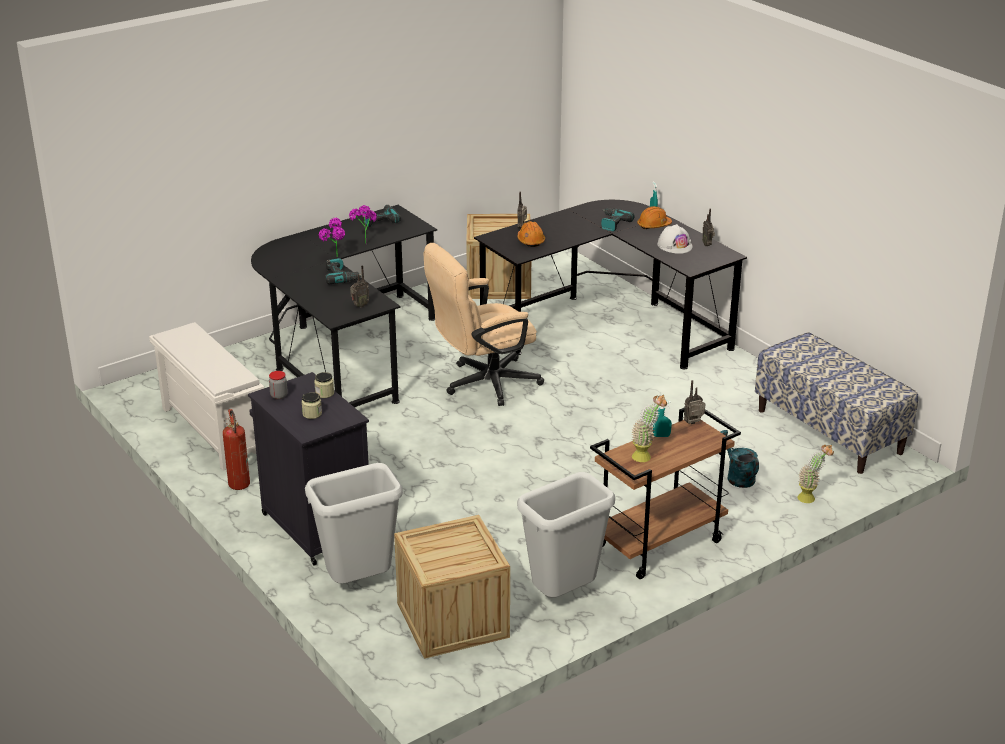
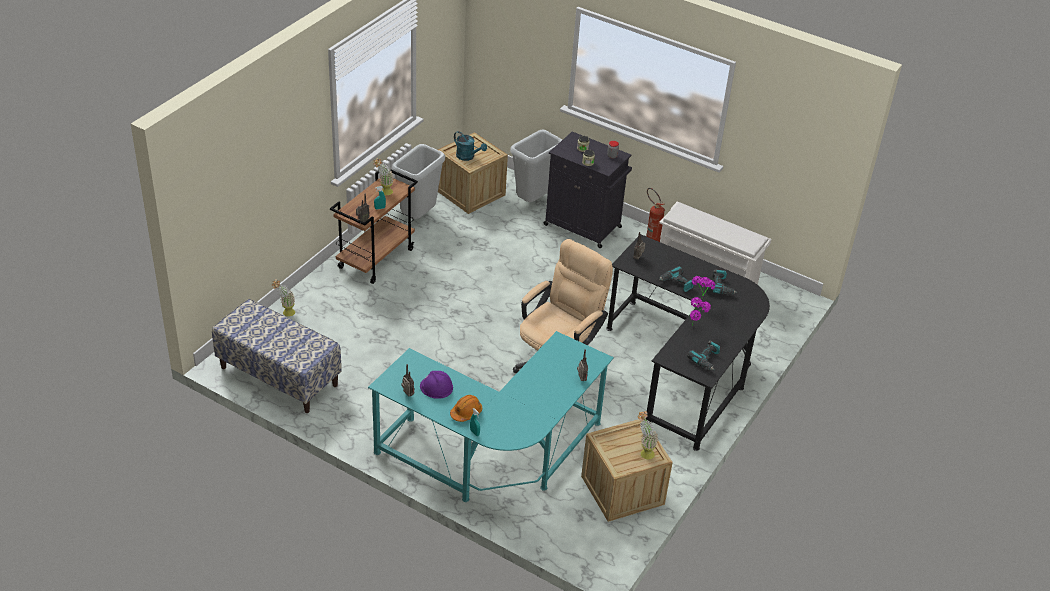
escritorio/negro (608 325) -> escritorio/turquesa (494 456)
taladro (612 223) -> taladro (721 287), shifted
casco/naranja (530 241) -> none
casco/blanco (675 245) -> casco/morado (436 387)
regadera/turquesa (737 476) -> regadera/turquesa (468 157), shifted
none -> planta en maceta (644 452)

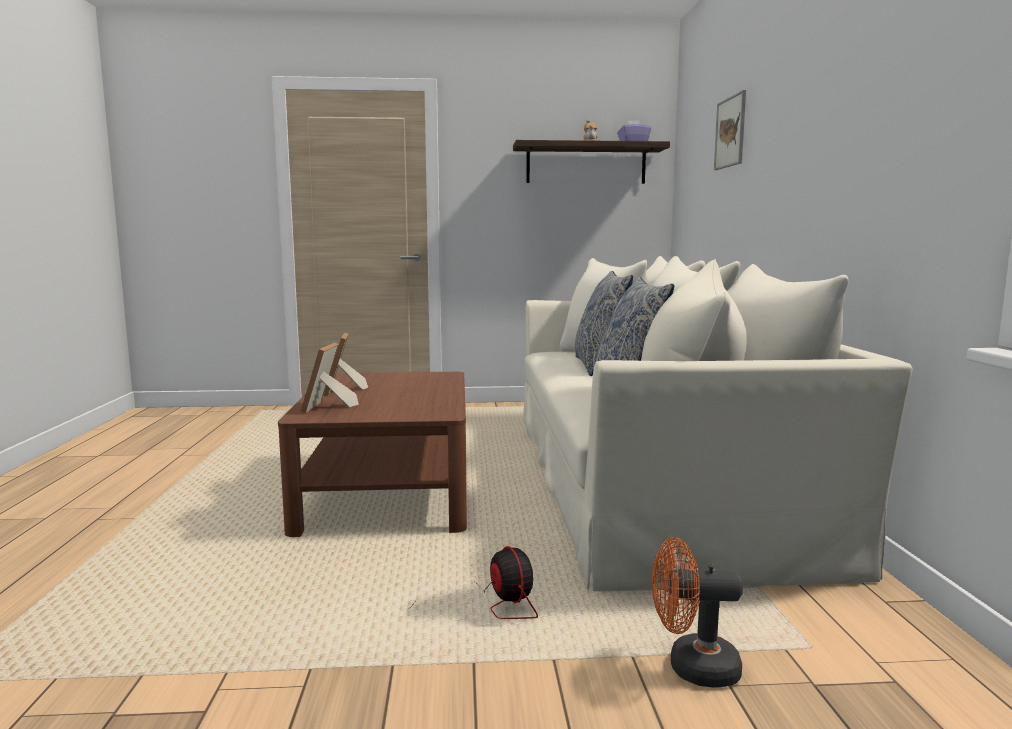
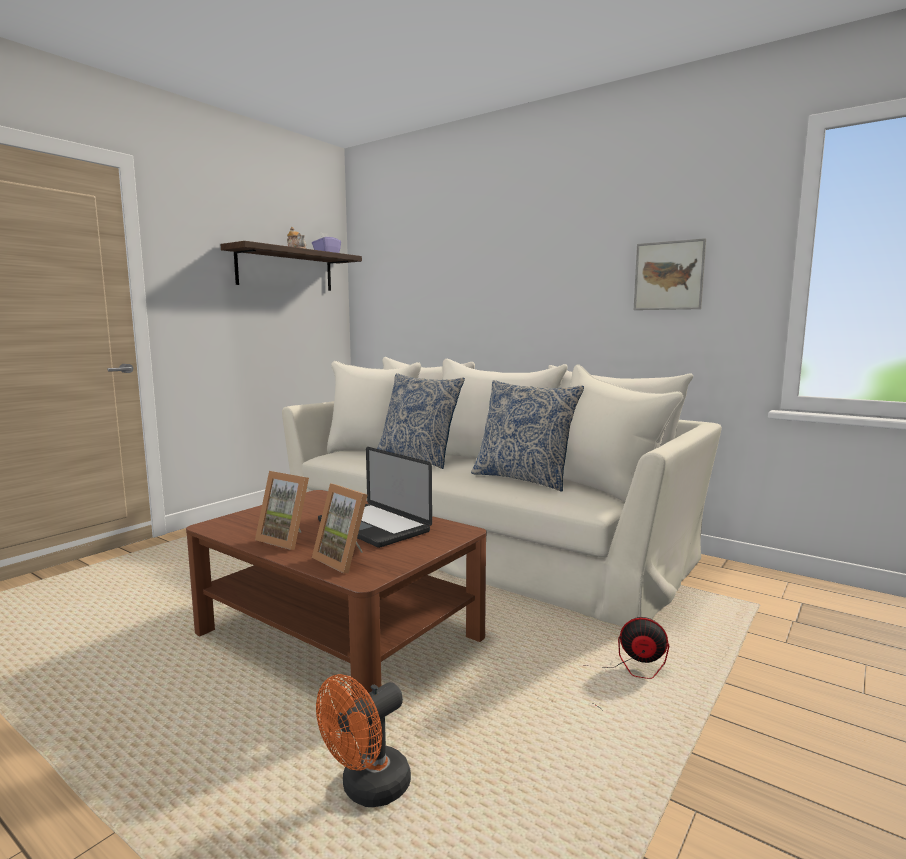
cuadro (730 132) -> cuadro (668 275), shifted
ventilador/naranja (692 668) -> ventilador/naranja (367 789), shifted
none -> portátil (373 526)

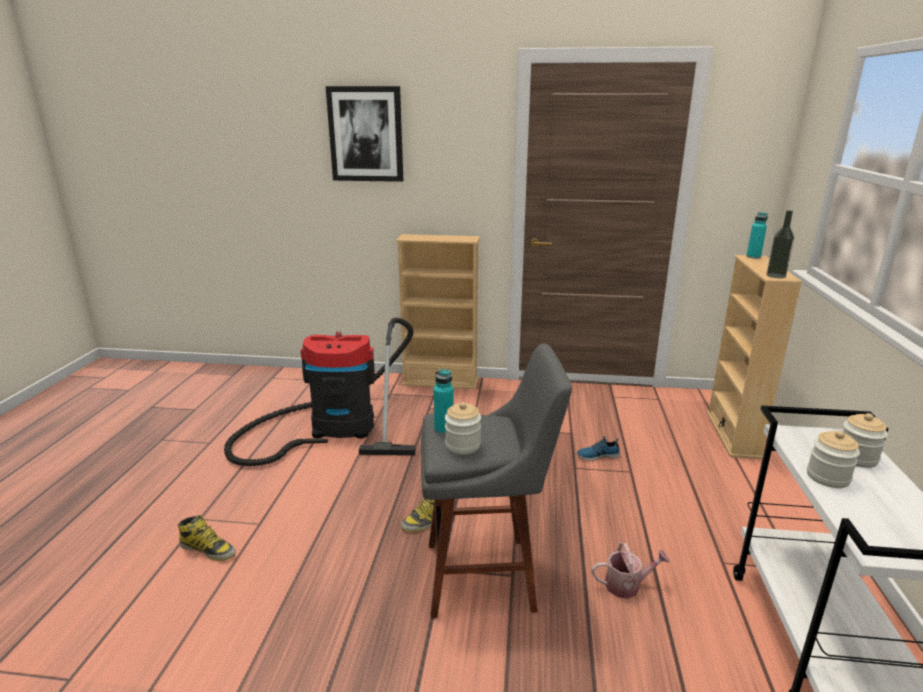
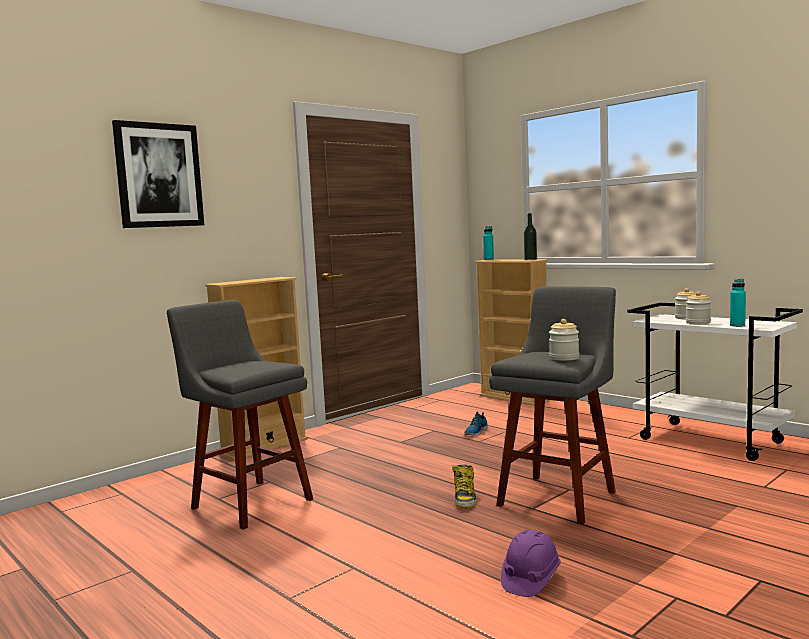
aspiradora (335 427) -> taburete/gris (248 502)
botella/turquesa (444 430) -> botella/turquesa (737 325), shifted
bota (208 549) -> none
regadera (627 585) -> none
none -> casco/morado (530 579)

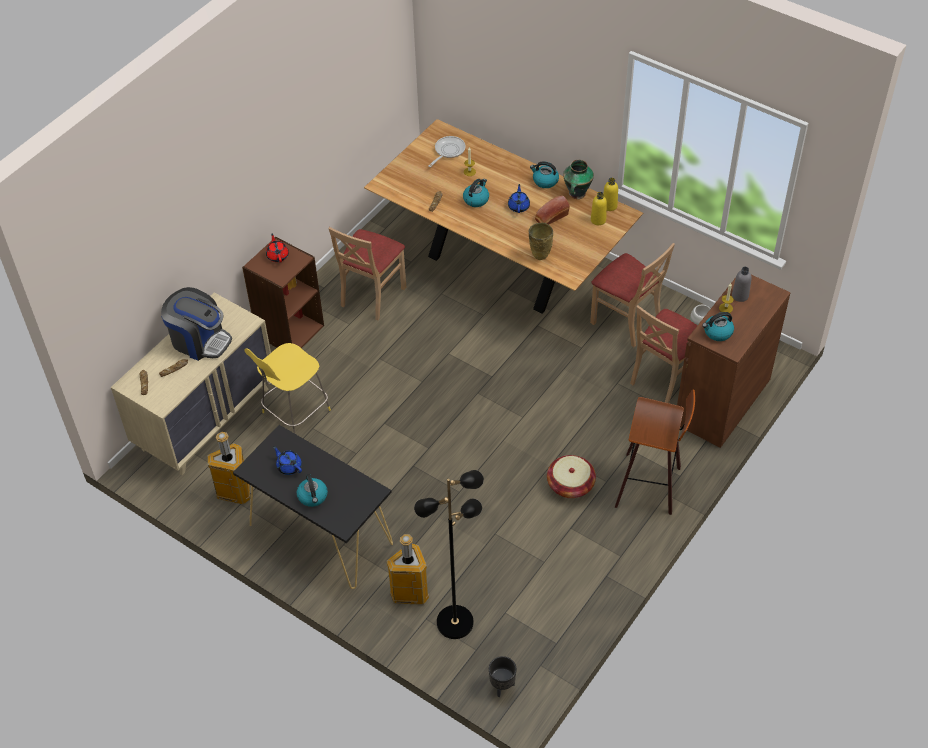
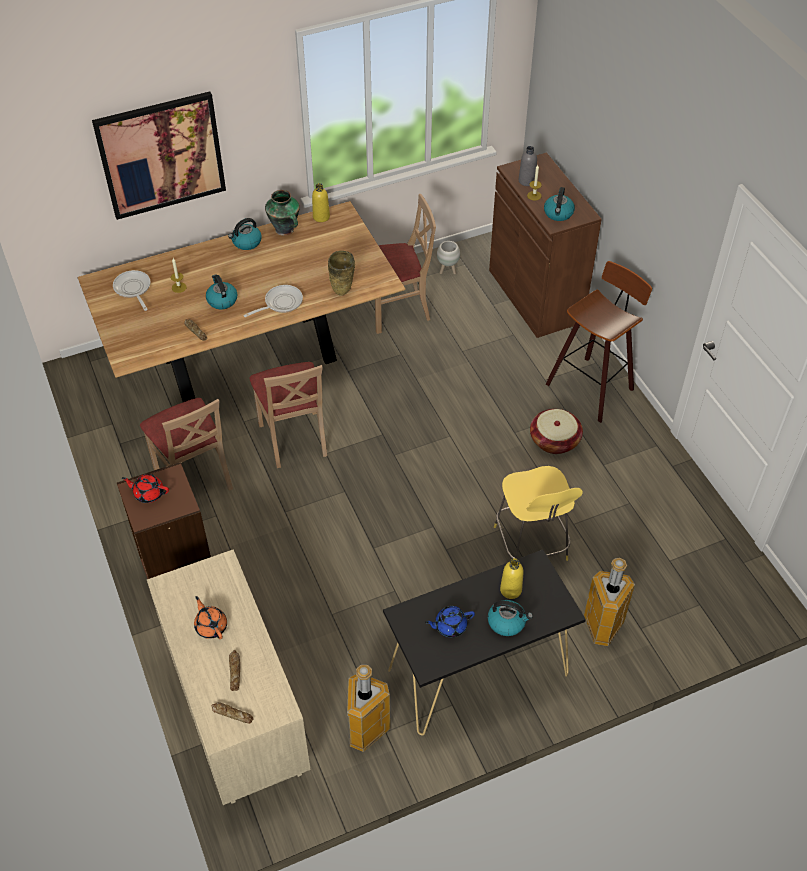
tetera/azul (519 206) -> none
botella/amarillo (598 220) -> botella/amarillo (510 590), shifted
pan (551 217) -> none
cafetera (200 340) -> tetera/naranja (211 626)
silla/beis (664 378) -> silla/beis (294 438), shifted
taburete/amarillo (294 413) -> taburete/amarillo (531 545), shifted
lámpara de pie/negro (455 621) -> none
maceta/negro (502 686) -> none
none -> cuadro (161 155)
none -> sartén (280 303)

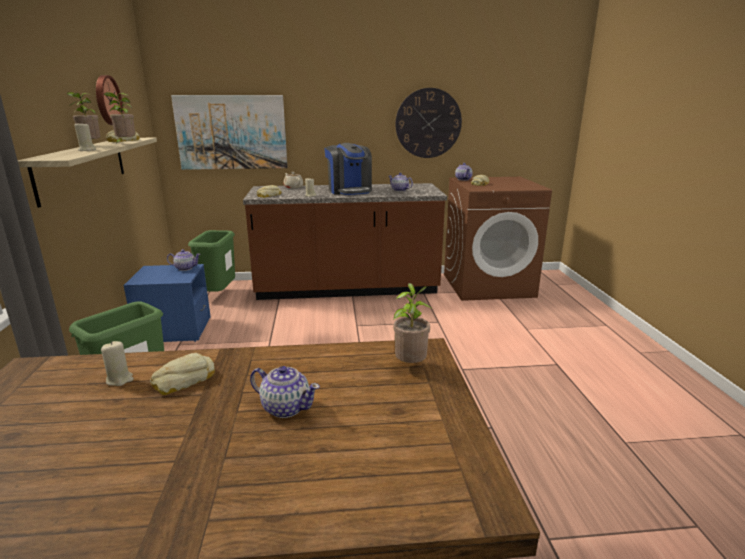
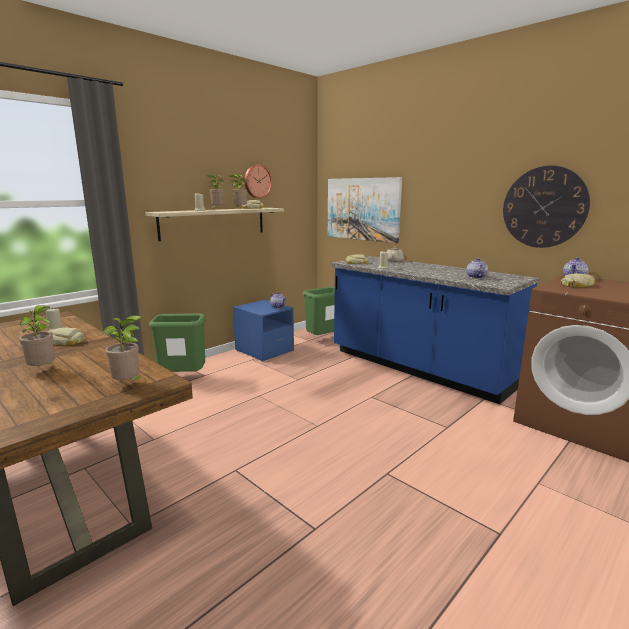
cafetera (349 191) -> none
mueble bajo de cocina/marrón (347 289) -> mueble bajo de cocina/azul (418 368)
tetera (285 407) -> planta en maceta (44 370)

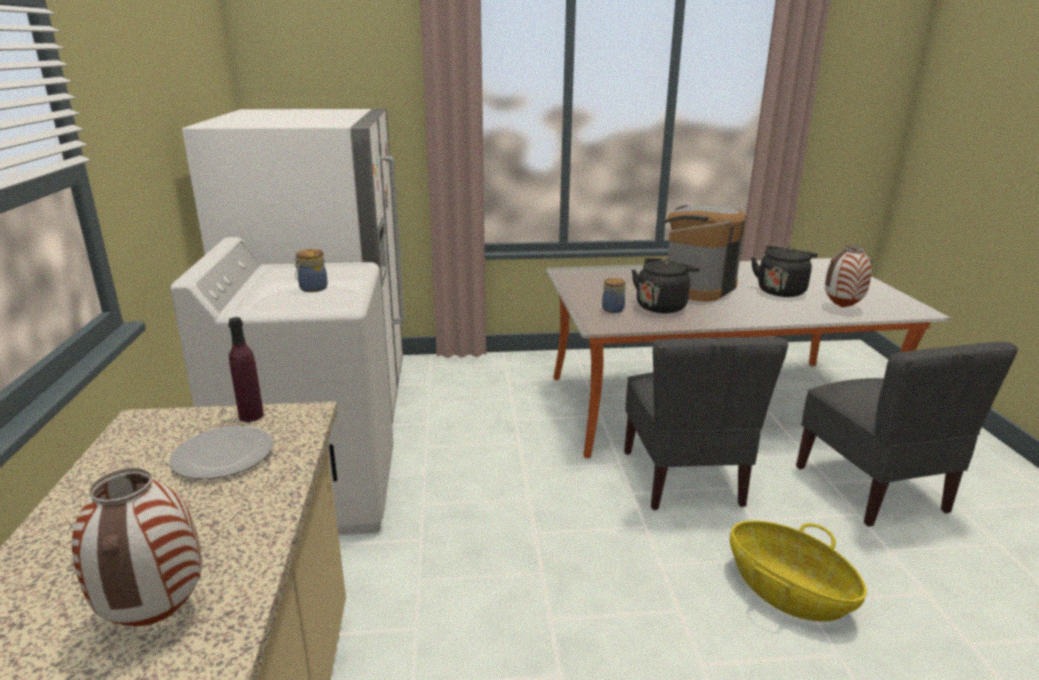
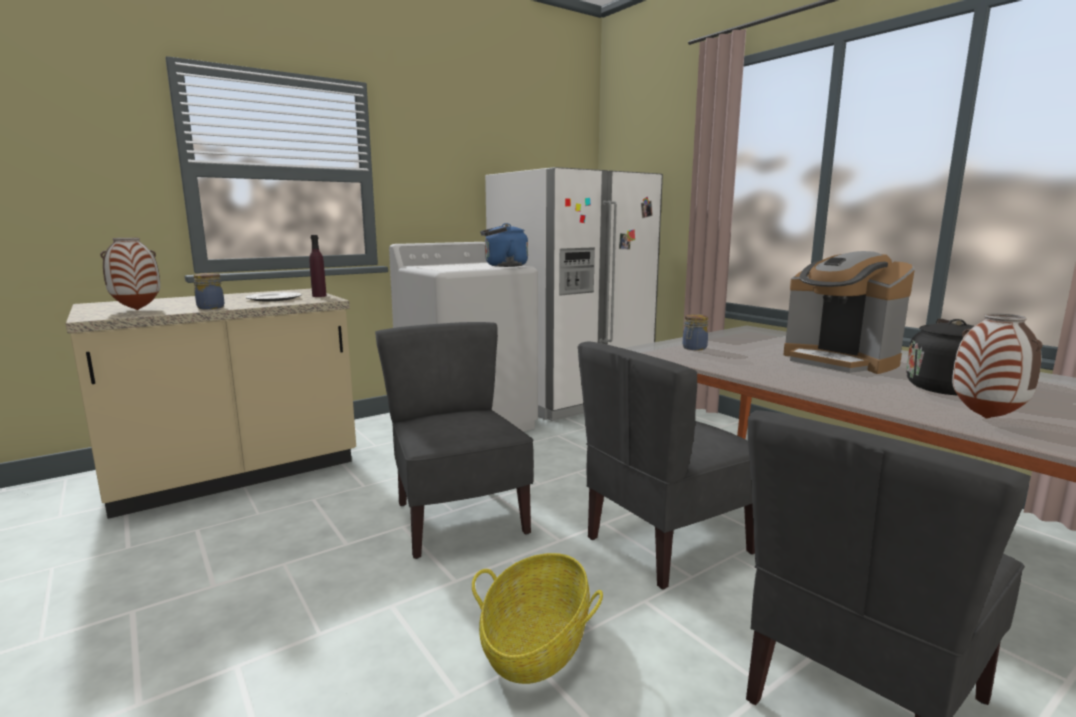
cafetera (696 288) -> cafetera (839 361), 135 degrees counterclockwise
tarro (312 288) -> tarro (209 307), shifted
hervidor/negro (662 306) -> none
none -> hervidor/azul (503 266)
none -> silla/gris (458 519)

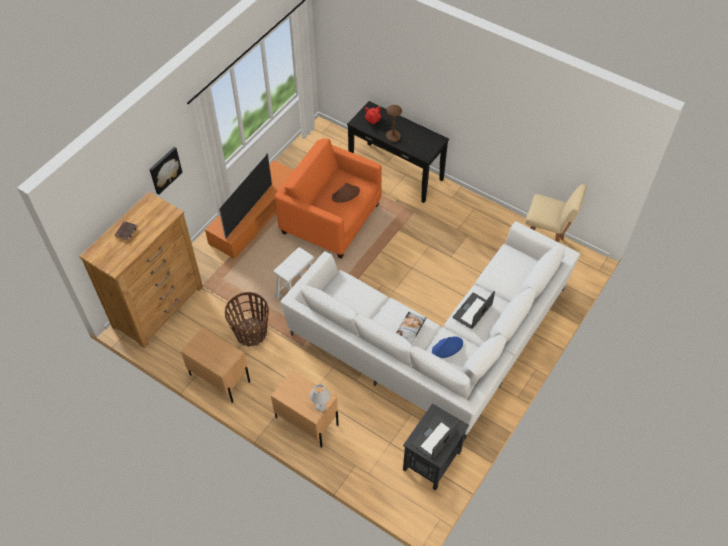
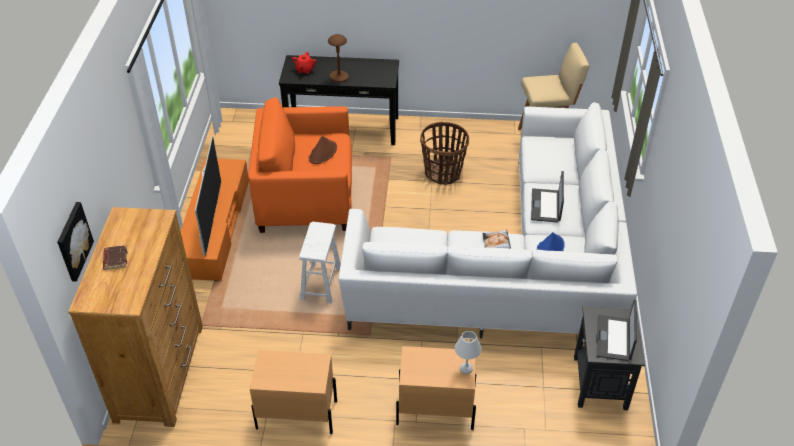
cuadro (164 170) -> cuadro (73 241), shifted
cesta (251 333) -> cesta (443 173), shifted

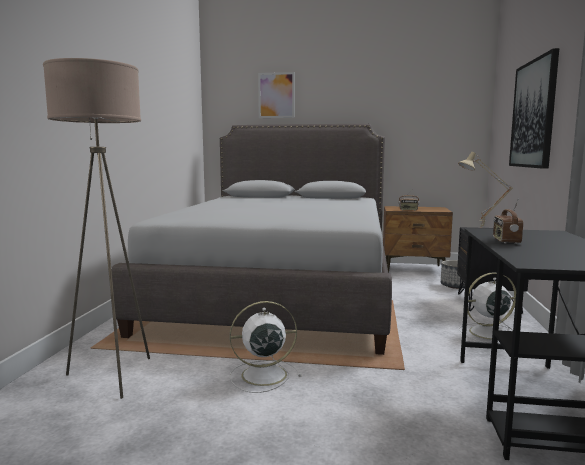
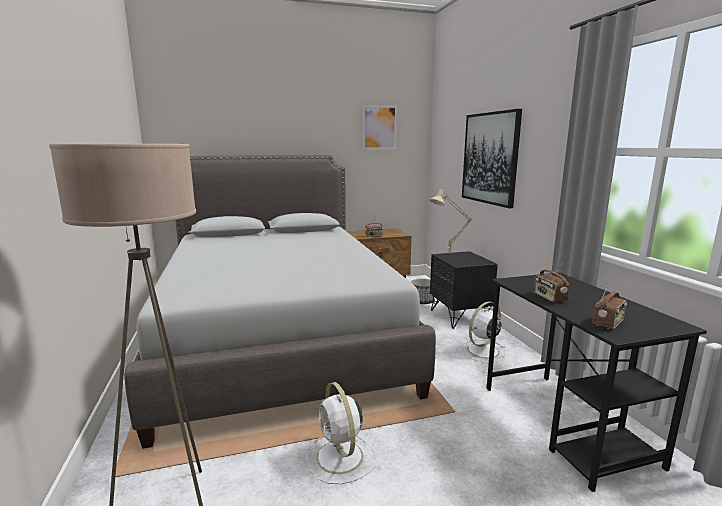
cuadro (276 95) -> cuadro (379 127), shifted
ventilador/blanco (262 375) -> ventilador/blanco (340 458), 75 degrees counterclockwise
none -> radio (608 323)

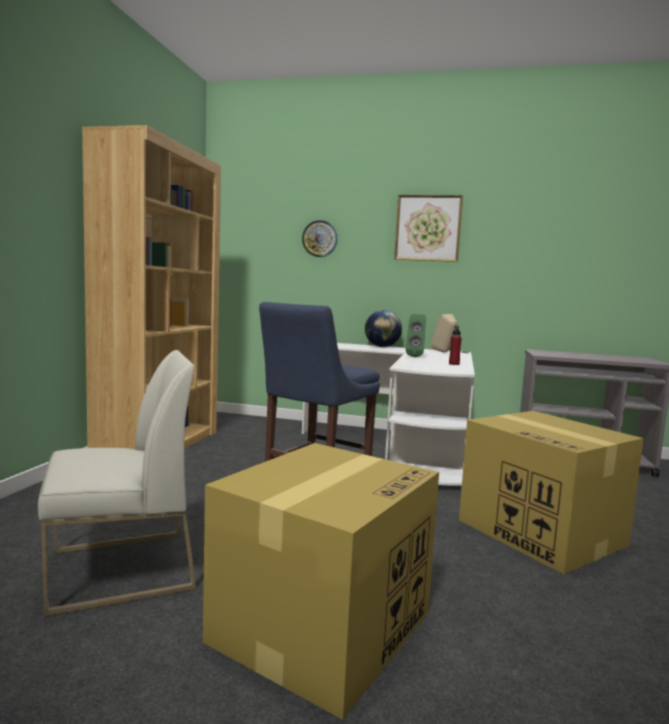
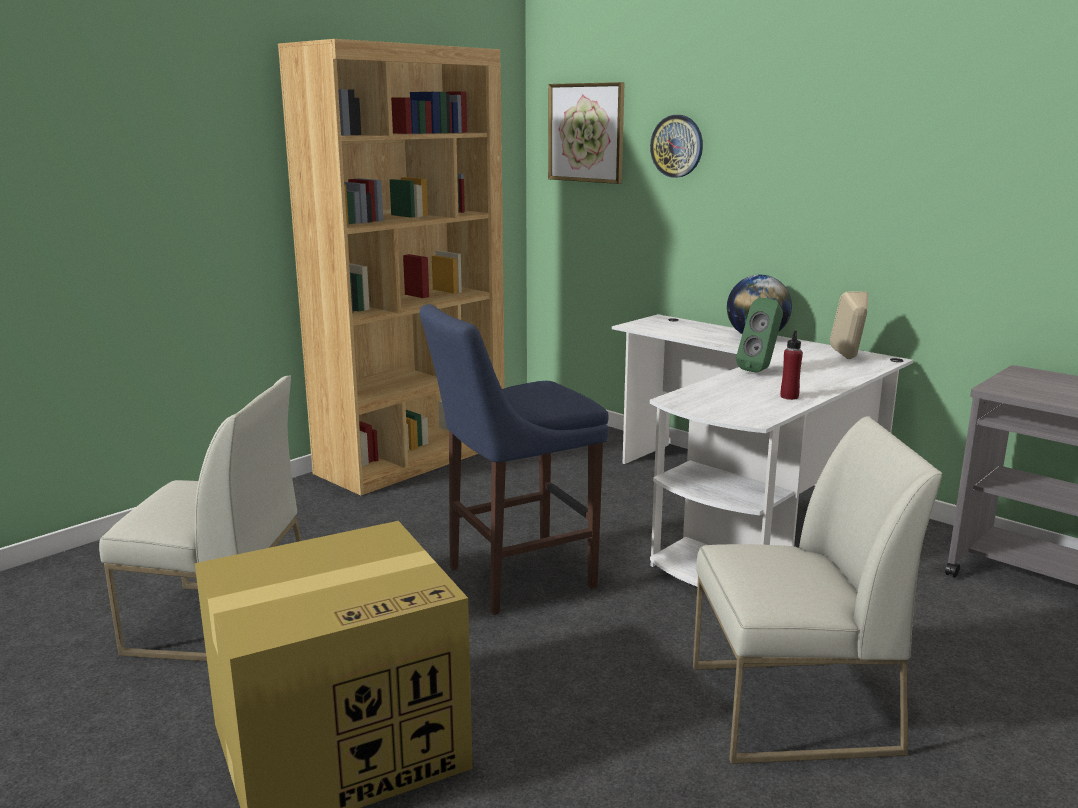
cuadro (428 228) -> cuadro (586 132), shifted
caja de cartón (543 533) -> silla/blanco (791 709)

